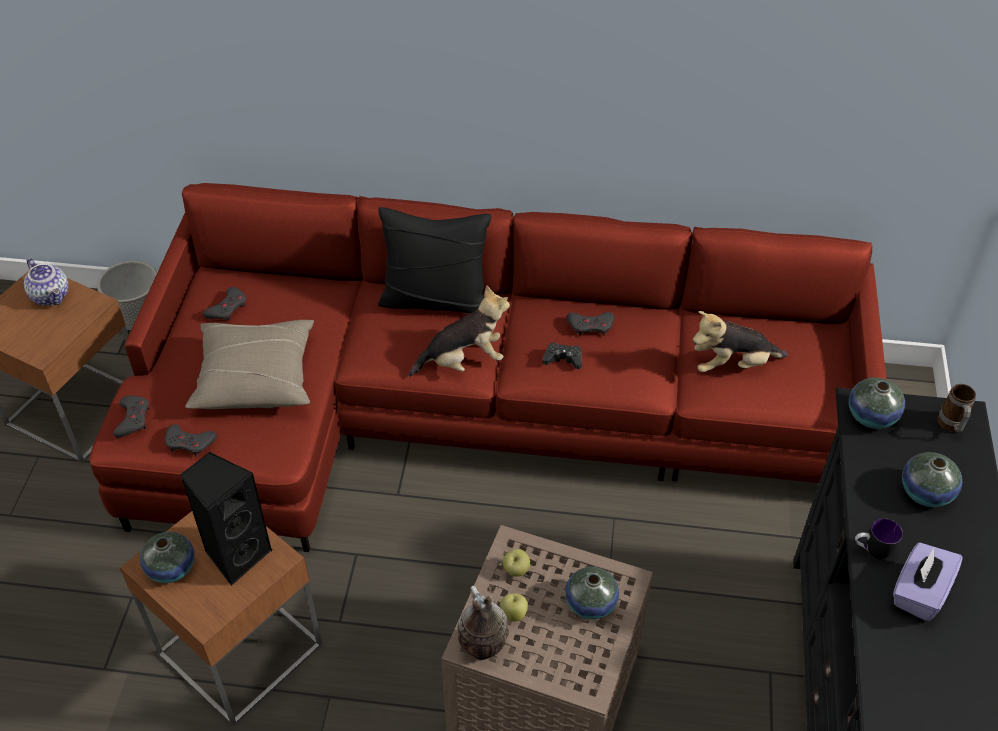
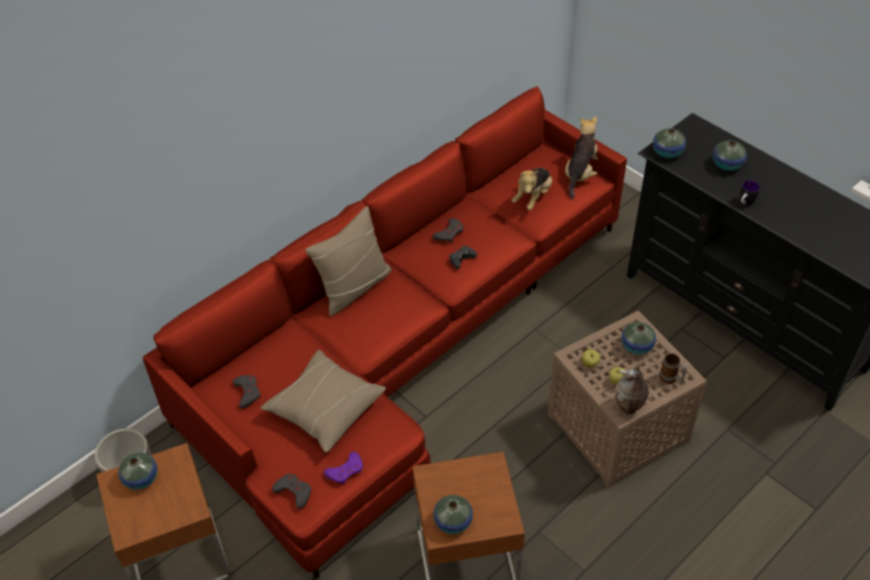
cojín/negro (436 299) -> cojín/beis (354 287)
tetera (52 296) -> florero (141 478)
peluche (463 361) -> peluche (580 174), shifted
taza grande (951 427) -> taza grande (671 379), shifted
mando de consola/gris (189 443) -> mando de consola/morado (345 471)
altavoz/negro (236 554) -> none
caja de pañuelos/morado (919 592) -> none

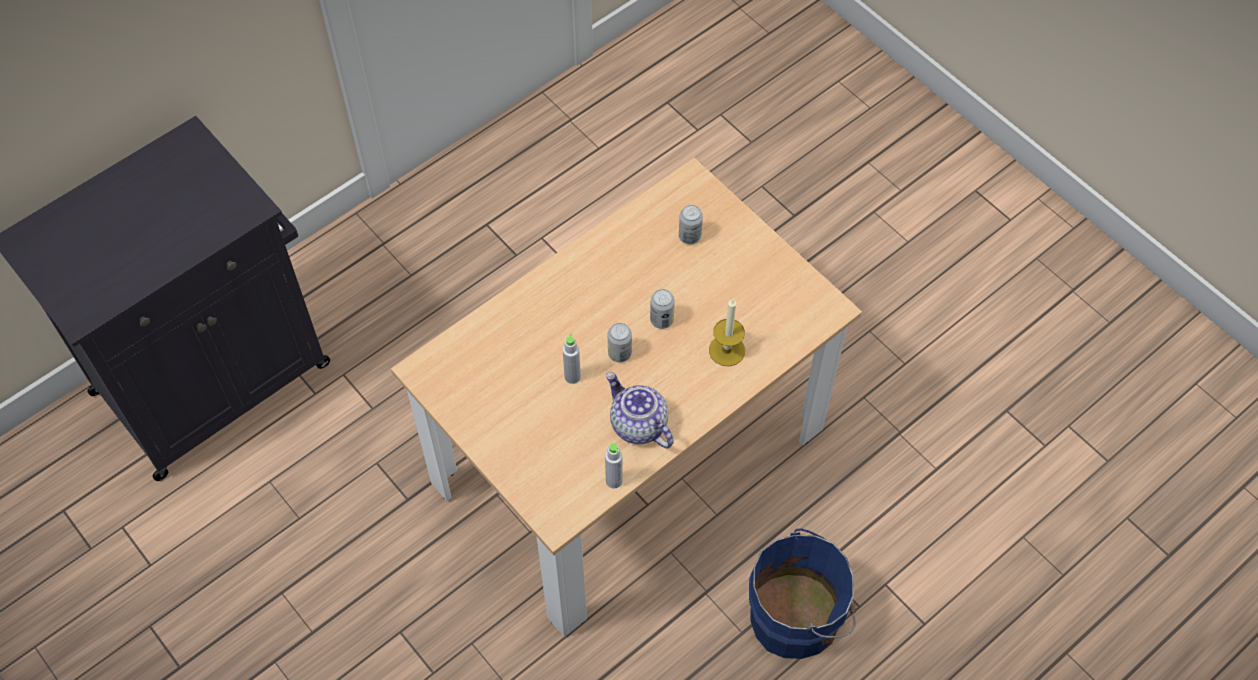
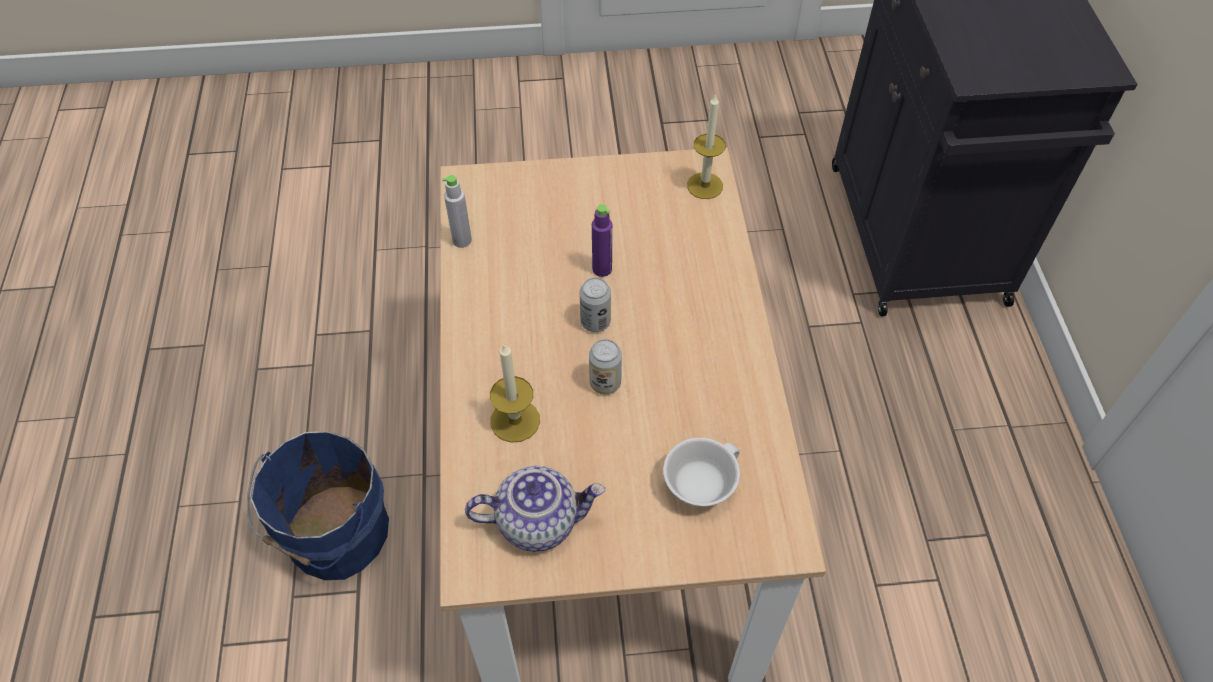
lata (689 236) -> taza/blanco (698 482)
botella/gris (572 376) -> botella/morado (602 269)
tetera (637 424) -> tetera (538 520), shifted
none -> vela (705 185)

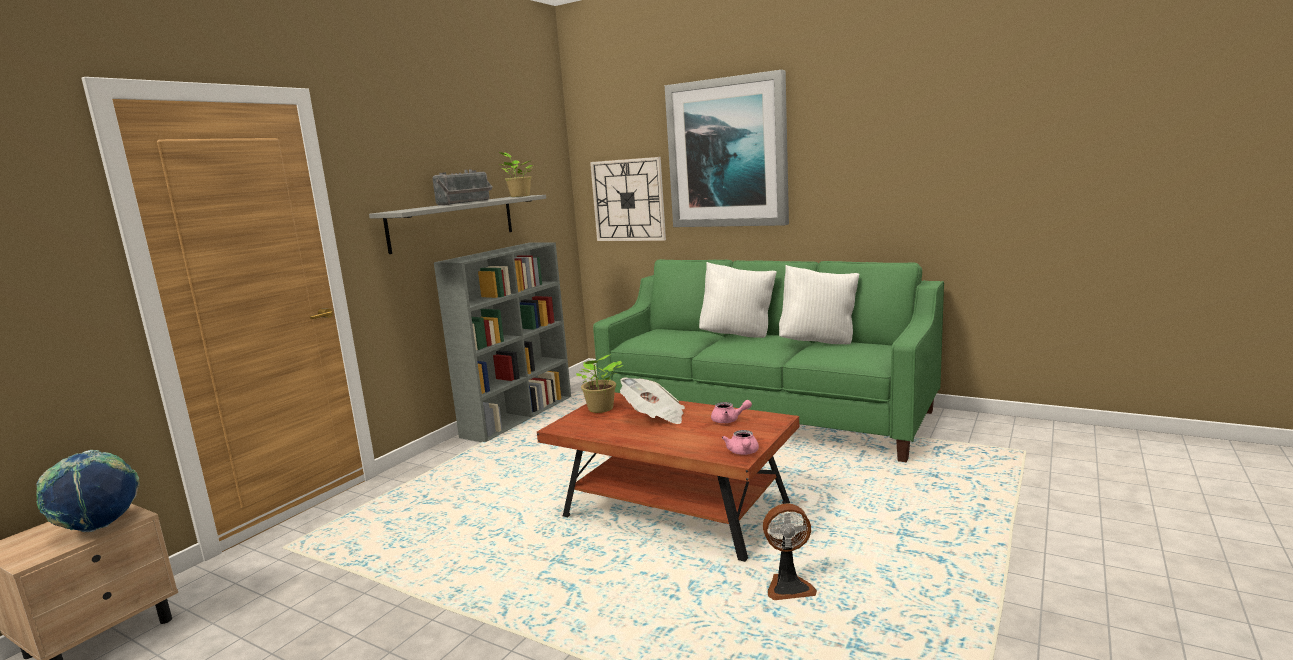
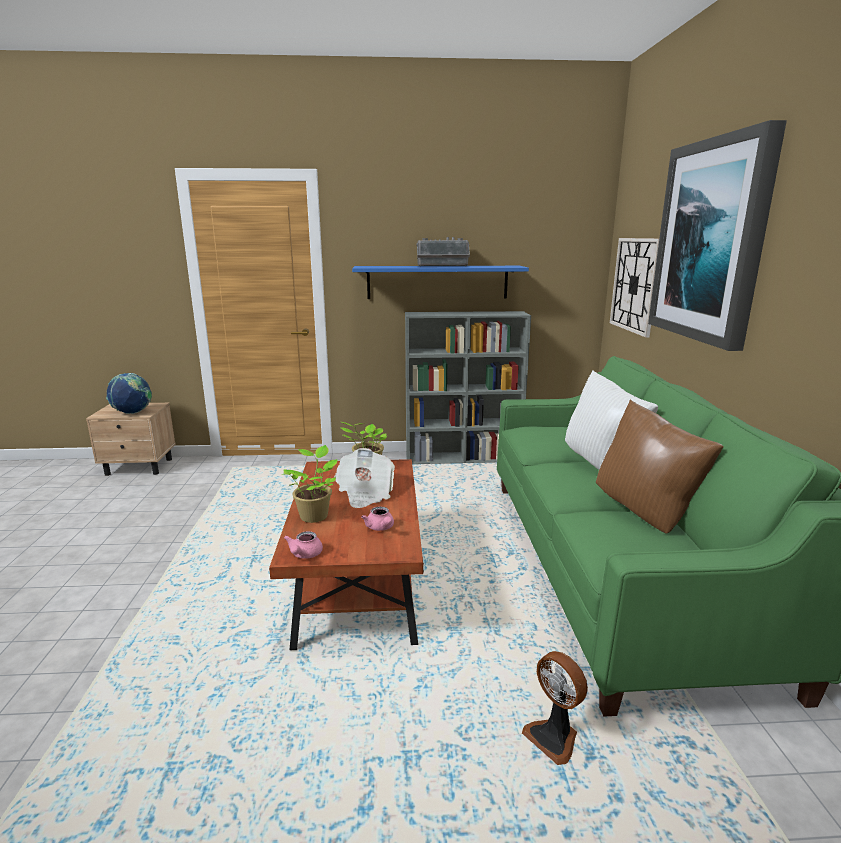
planta en maceta (519 196) -> planta en maceta (314 515), shifted
estante/gris (453 223) -> estante/azul (437 282)
cojín/blanco (819 342) -> cojín/marrón (646 513)
tetera/rosa (743 453) -> tetera/rosa (304 555), 45 degrees counterclockwise
ventilador (789 587) -> ventilador (553 738), shifted

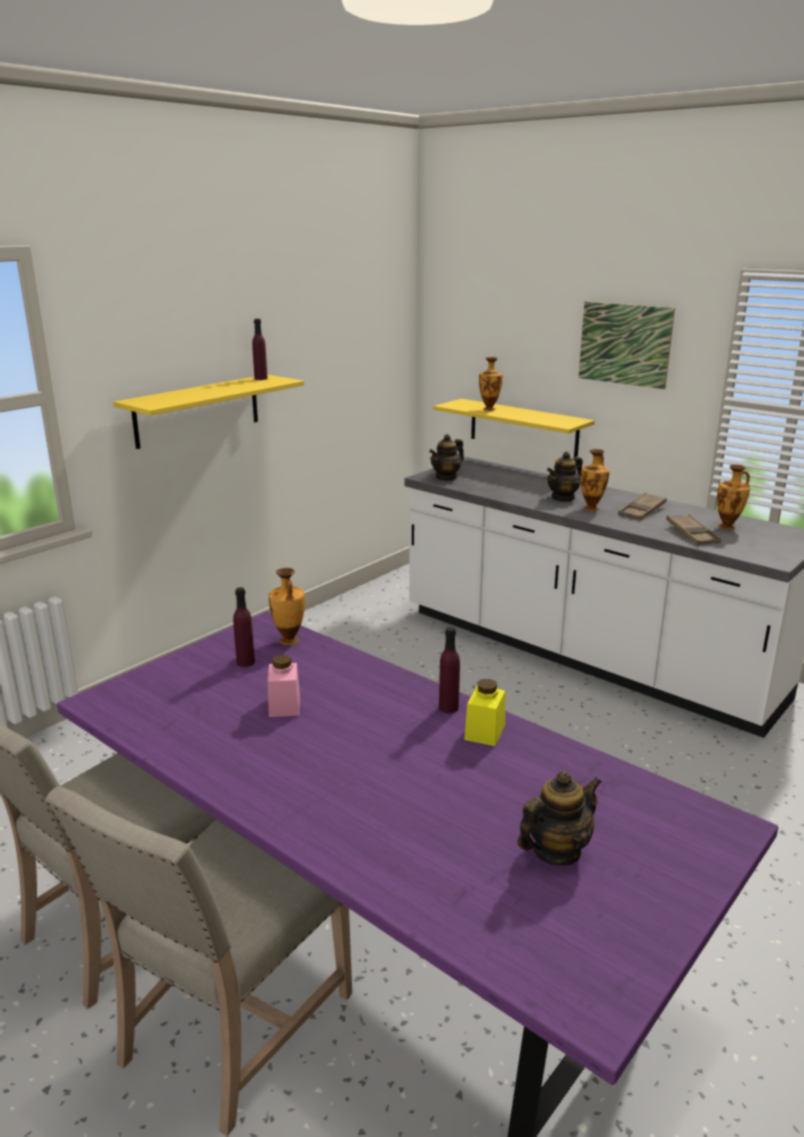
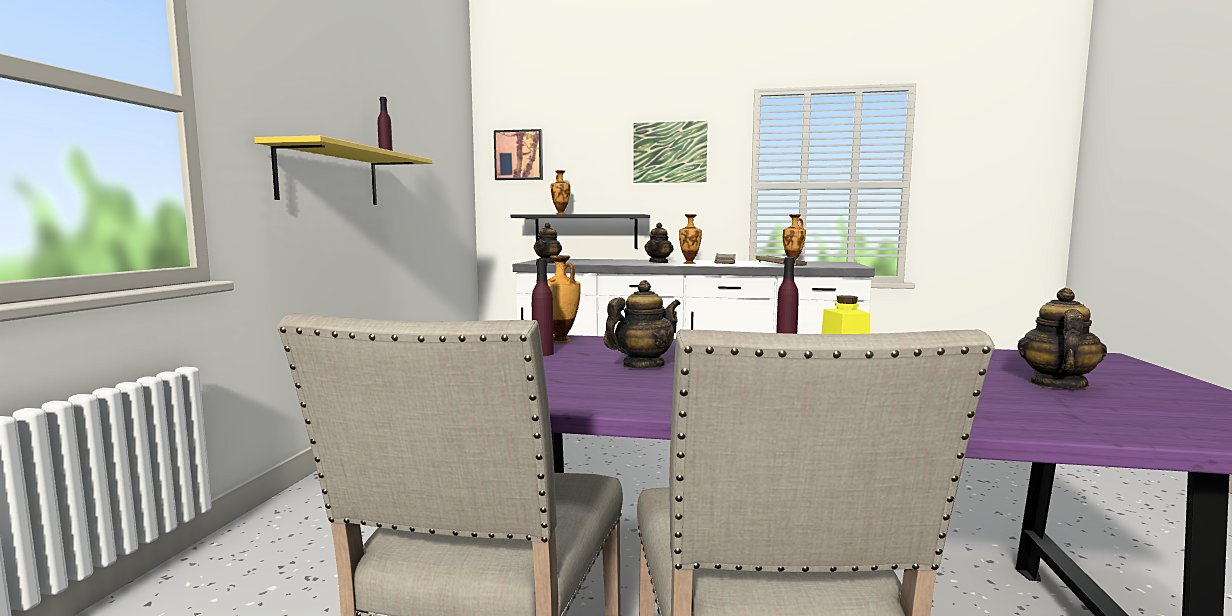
estante/amarillo (523 428) -> estante/negro (586 231)
tarro/rosa (284 706) -> tetera (642 365)
none -> cuadro (519 155)

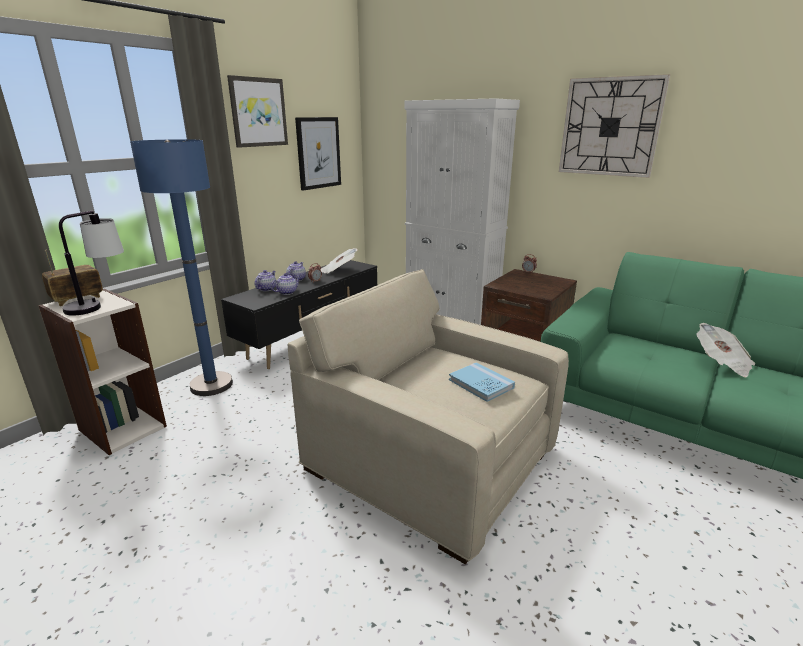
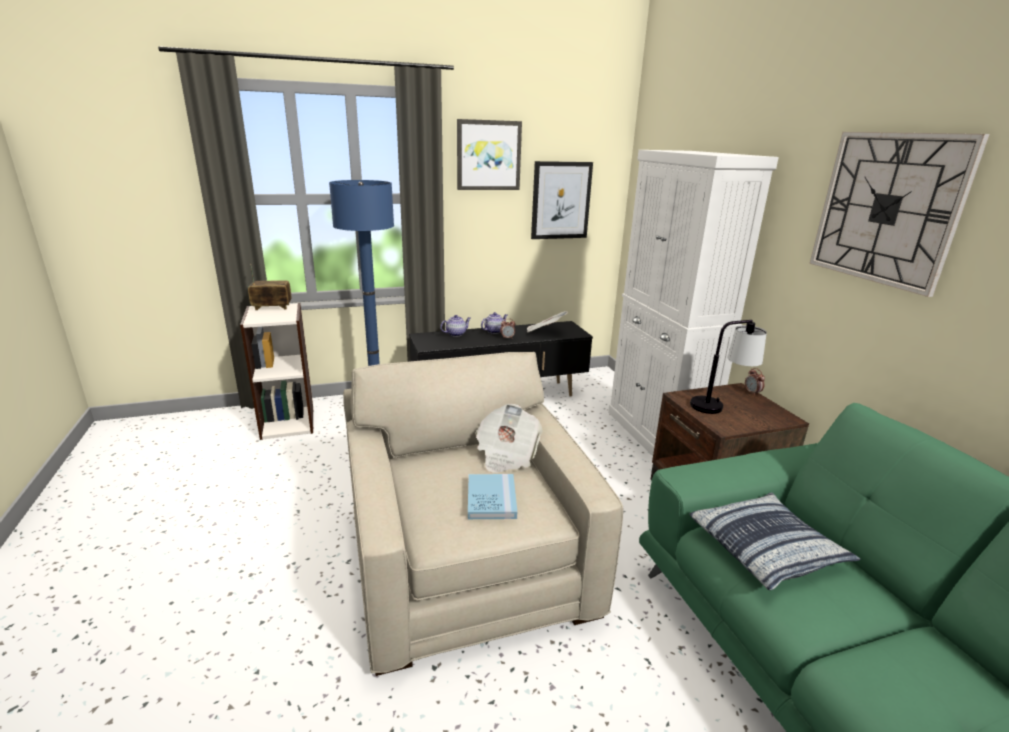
lámpara de mesa (100 305) -> lámpara de mesa (720 406), shifted
tetera (287 292) -> none
periódico (721 363) -> periódico (506 454), shifted
none -> cojín (766 549)

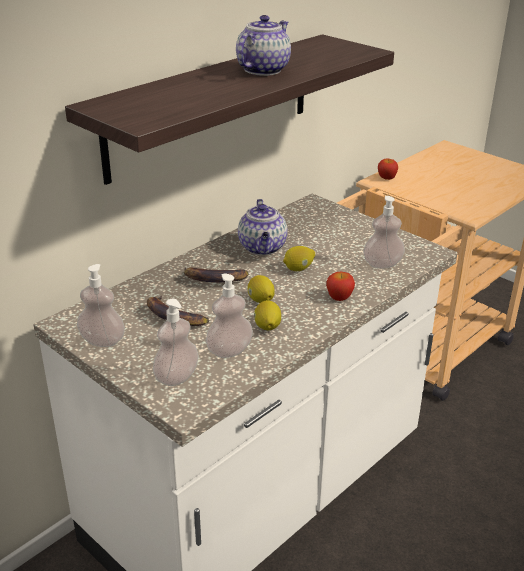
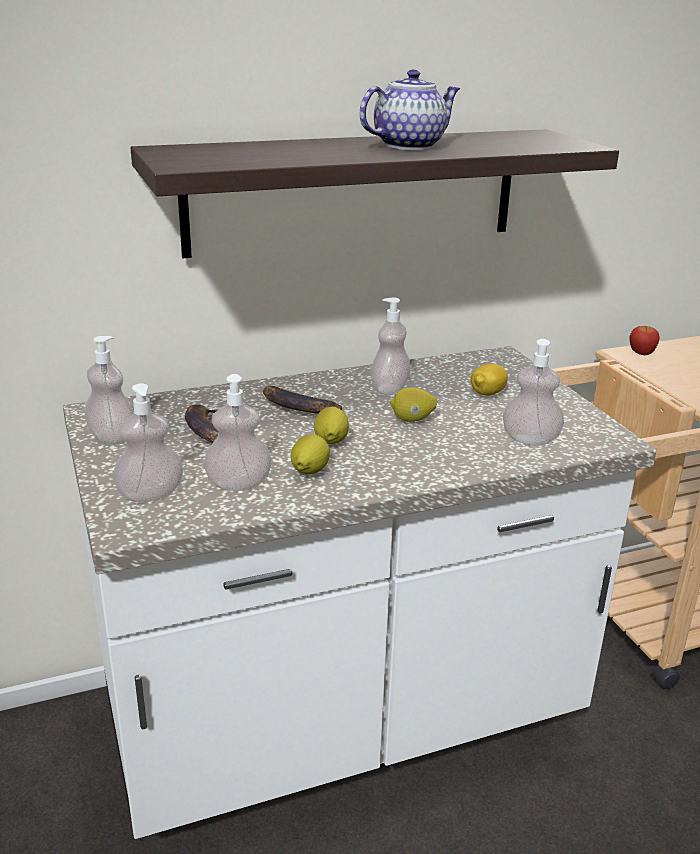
tetera (263 248) -> dispensador de jabón (389 389)
manzana (339 297) -> none
none -> limón (487 394)

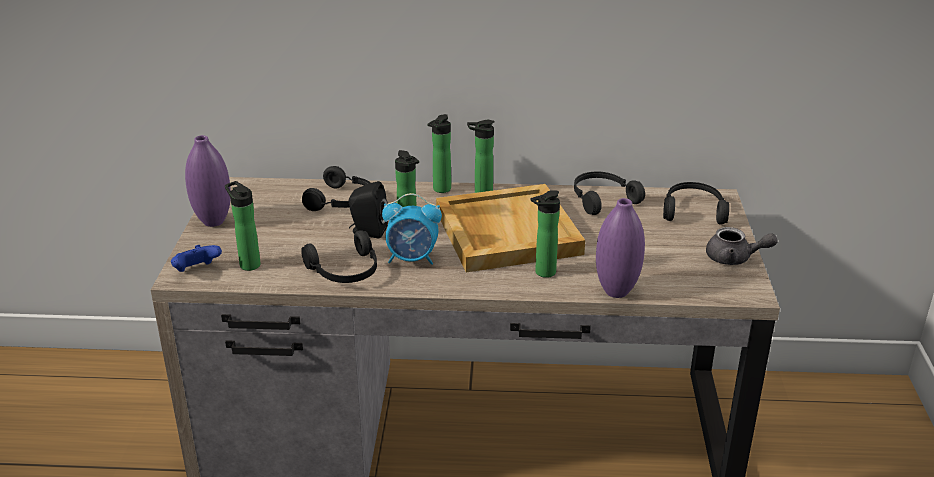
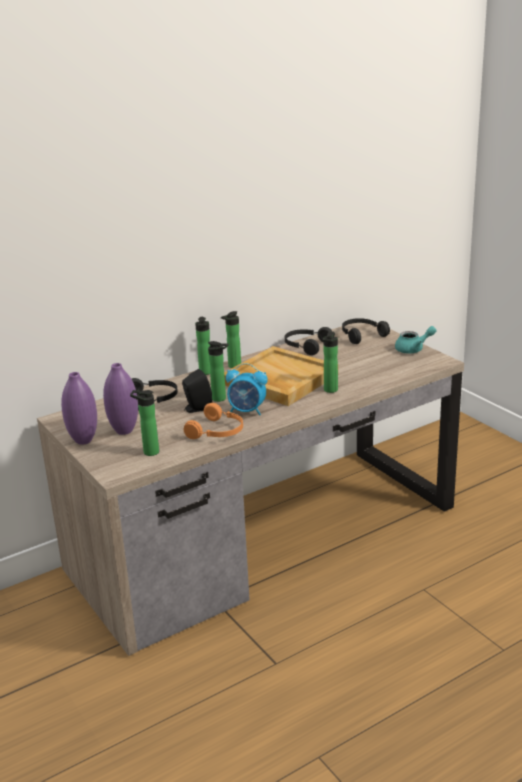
despertador (412 259) -> despertador (247 411), 45 degrees clockwise
florero/morado (616 291) -> florero/morado (124 431), shifted
tetera/gris (734 259) -> tetera/turquesa (413 349)
auriculares/negro (346 271) -> auriculares/naranja (218 432)
mando de consola/azul (197 271) -> none

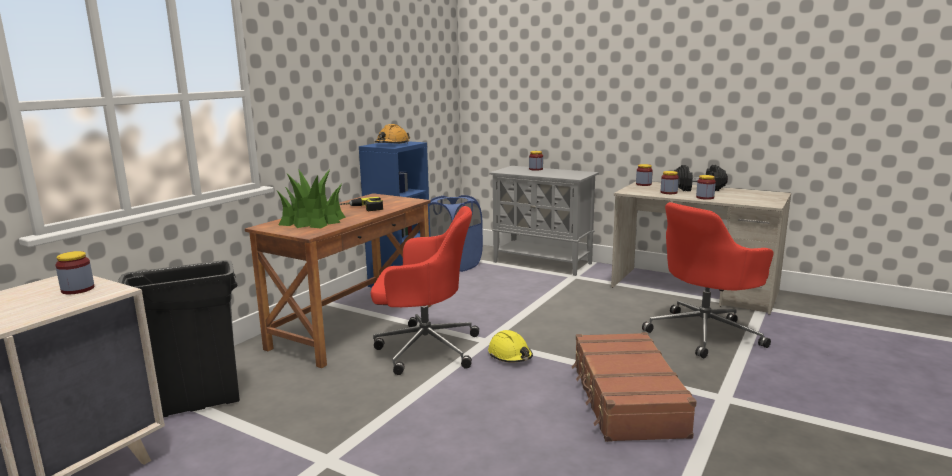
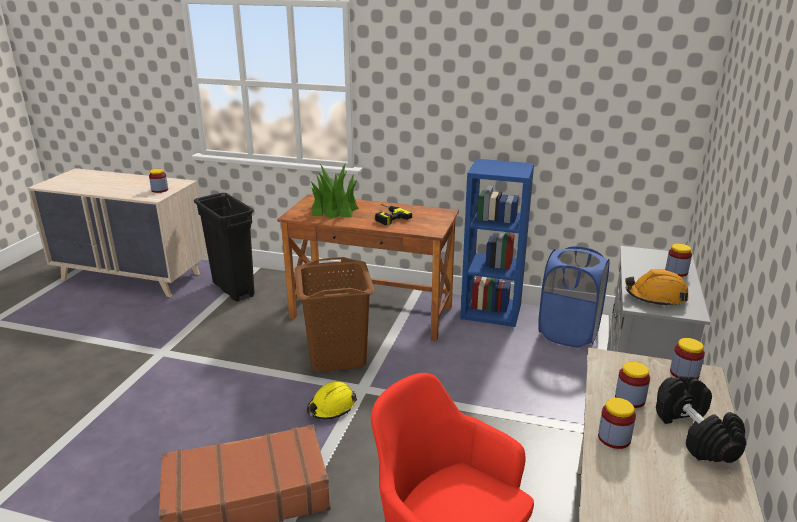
casco/naranja (392 144) -> casco/naranja (656 297), shifted
silla de oficina/rojo (424 348) -> cesto de la ropa/marrón (336 356)

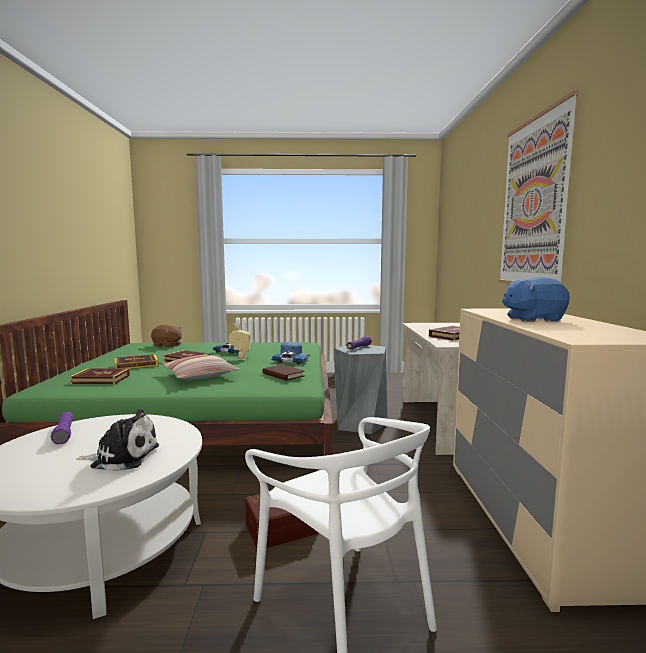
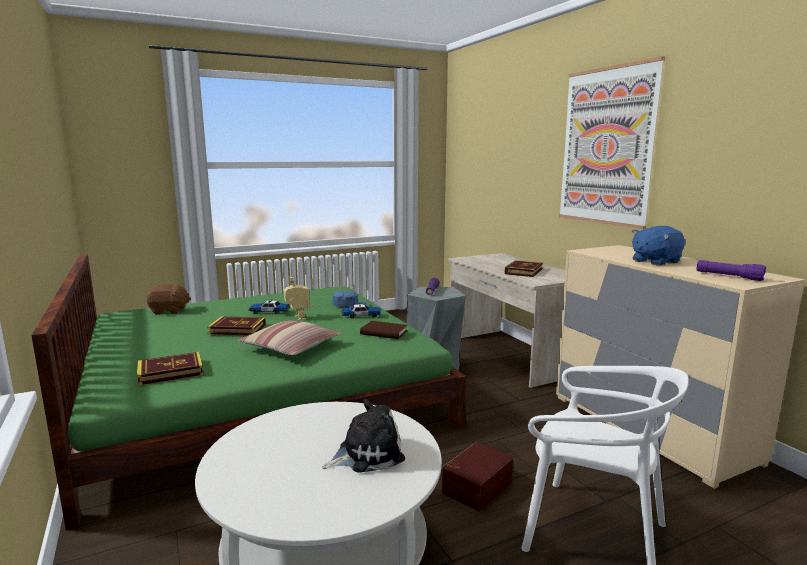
libro (136 365) -> none
linterna/morado (64 434) -> linterna/morado (728 277), shifted

